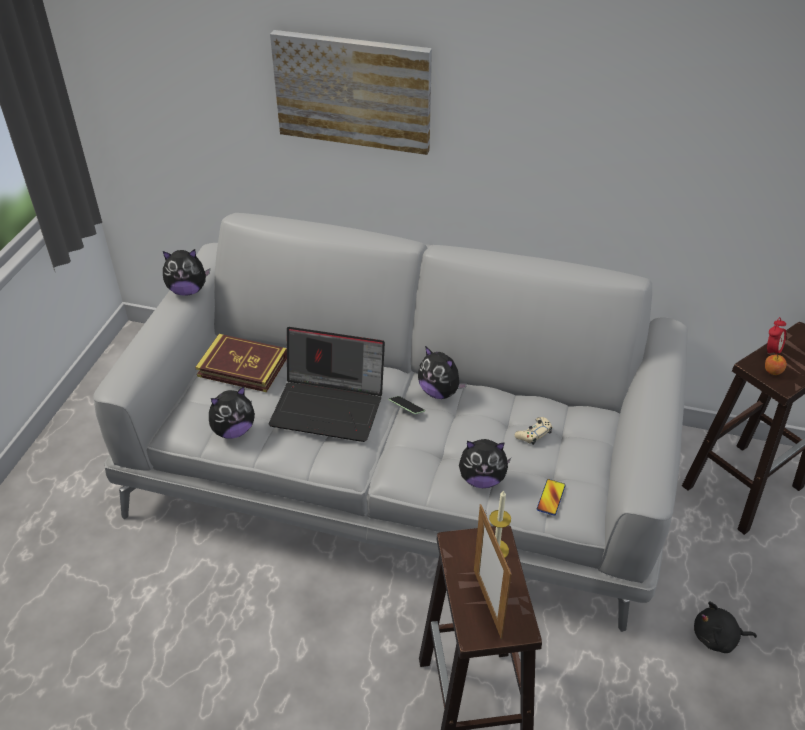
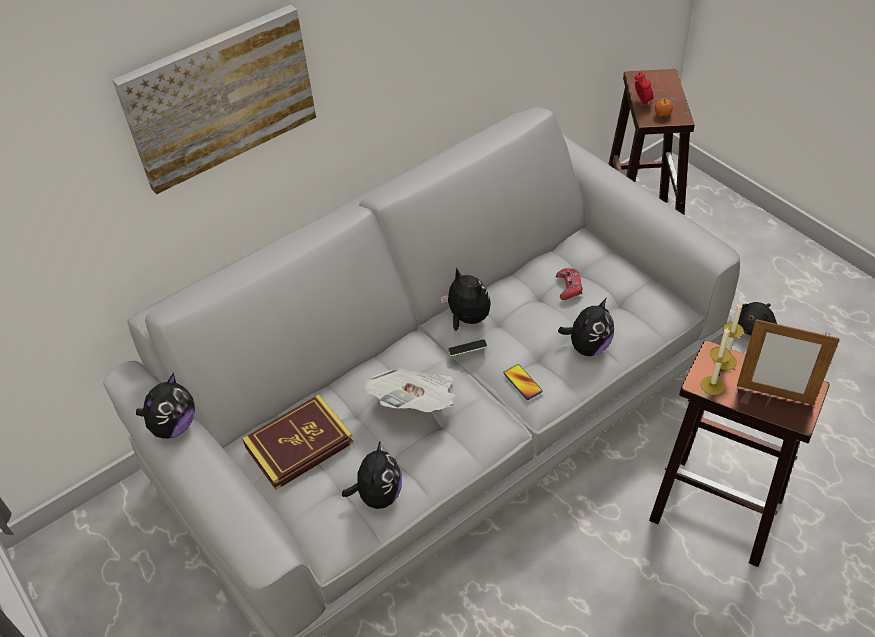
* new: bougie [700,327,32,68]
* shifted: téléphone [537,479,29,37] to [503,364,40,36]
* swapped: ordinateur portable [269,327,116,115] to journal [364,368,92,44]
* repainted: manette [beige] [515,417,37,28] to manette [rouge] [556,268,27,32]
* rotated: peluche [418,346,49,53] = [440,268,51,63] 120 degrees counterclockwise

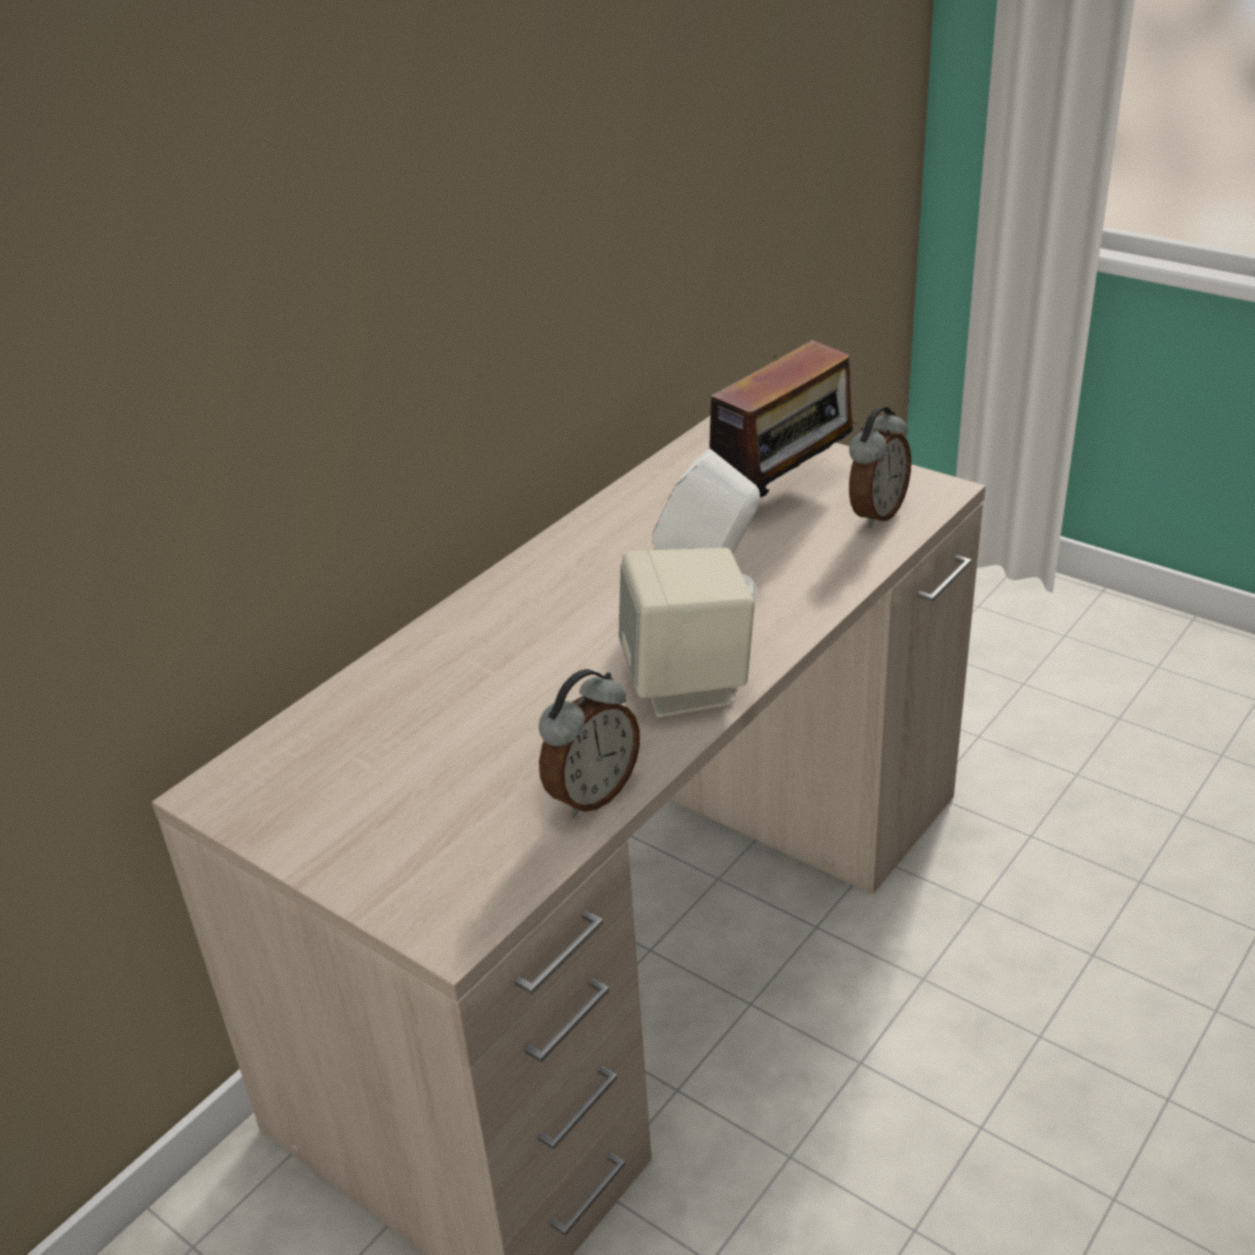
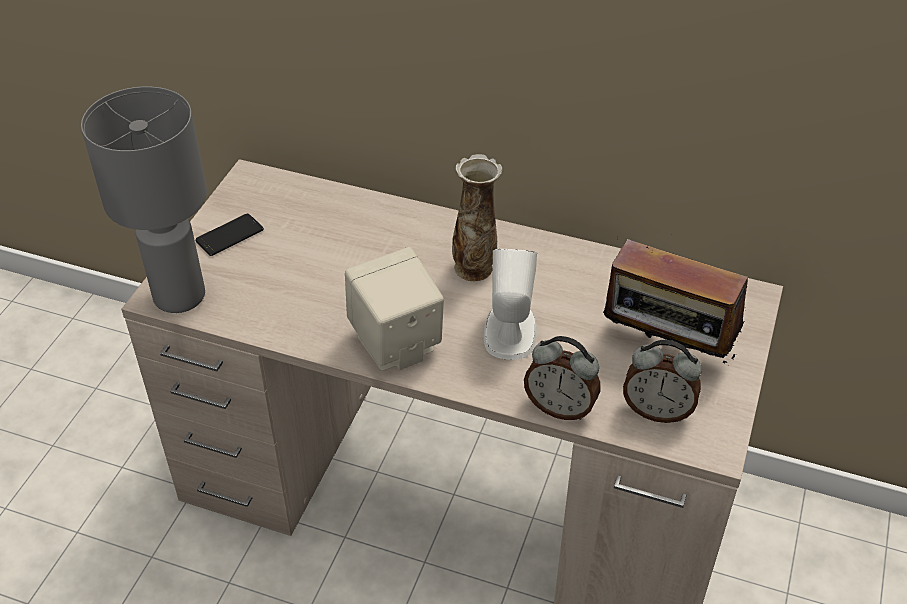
* new: lampe de table [gris] [81,87,126,226]
* new: téléphone [195,214,69,42]
* new: vase [452,154,50,127]
* shifted: réveil [539,669,101,149] to [524,336,77,84]

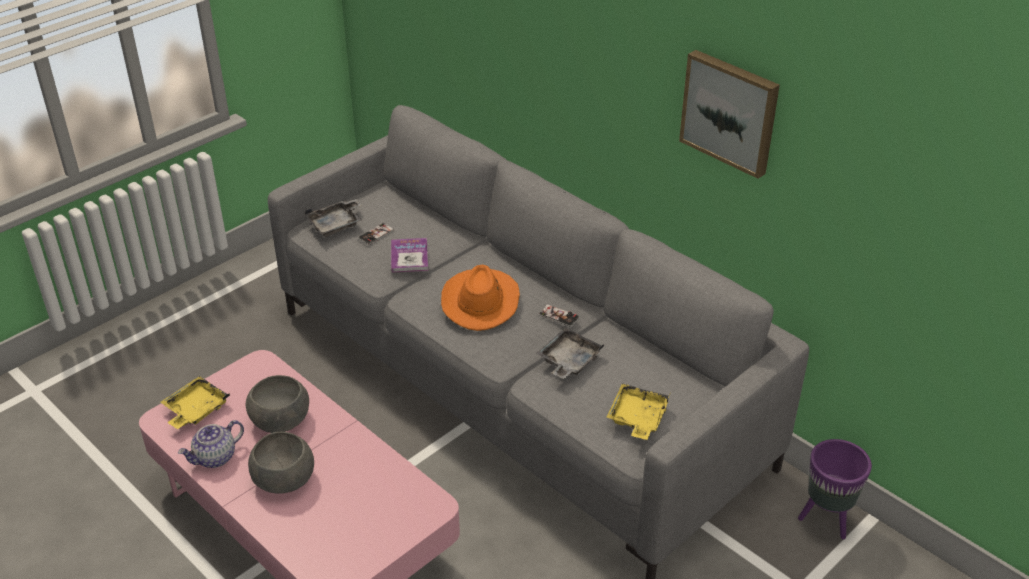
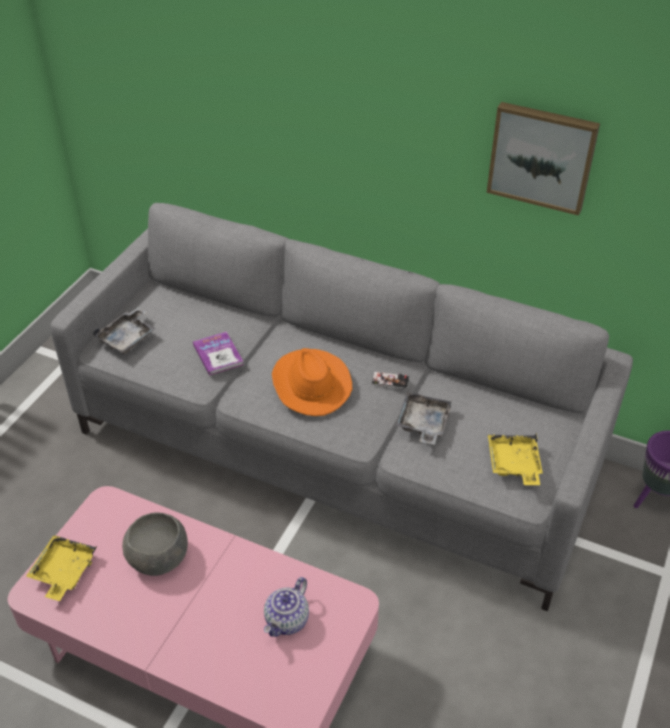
* gone: bol [gris] [248,432,66,62]
* gone: téléphone [358,223,36,22]
* shifted: théière [178,420,66,48] to [264,577,45,60]

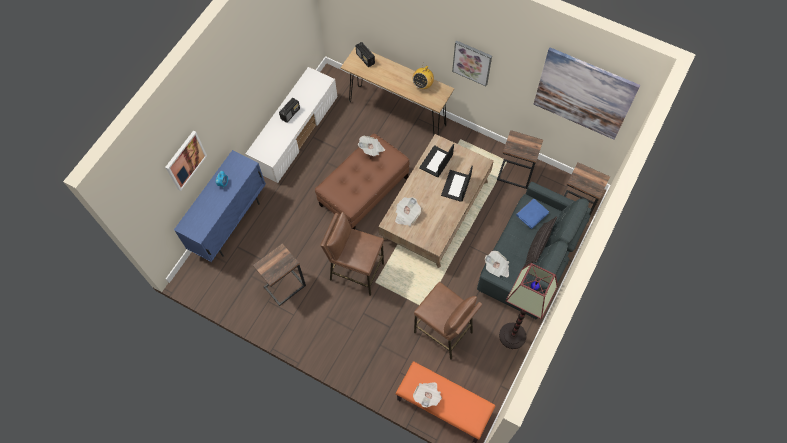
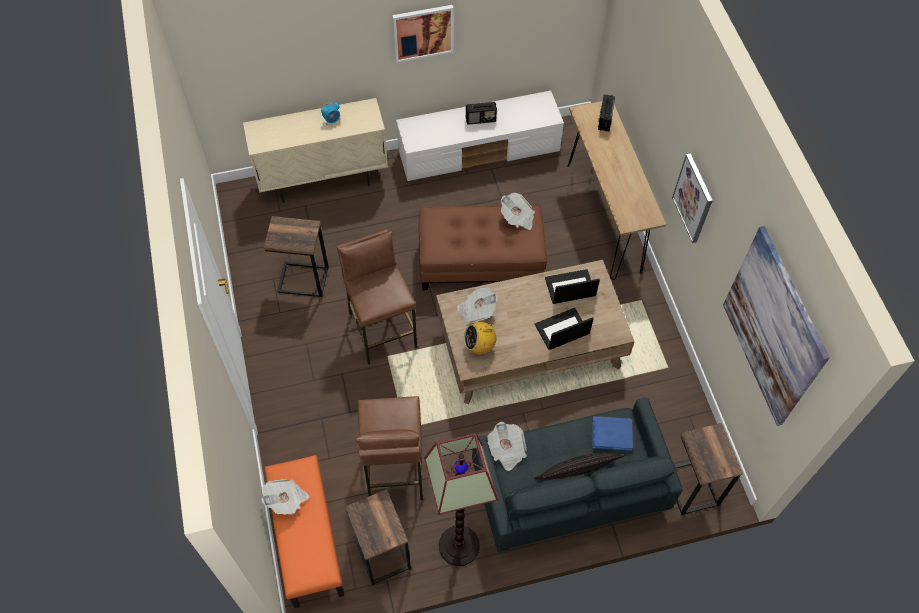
* shifted: tableau [165,131,42,60] to [392,5,62,58]
* shifted: radio [413,63,21,26] to [464,322,32,33]
* shifted: table d'appoint [497,130,46,59] to [345,489,66,96]
* repainted: meuble de rangement [bleu] [174,150,92,112] to meuble de rangement [beige] [243,98,145,105]

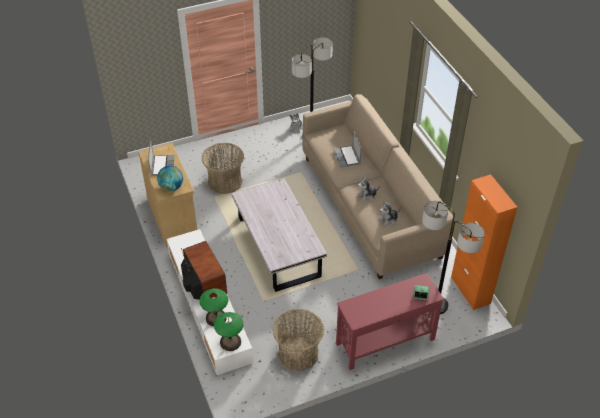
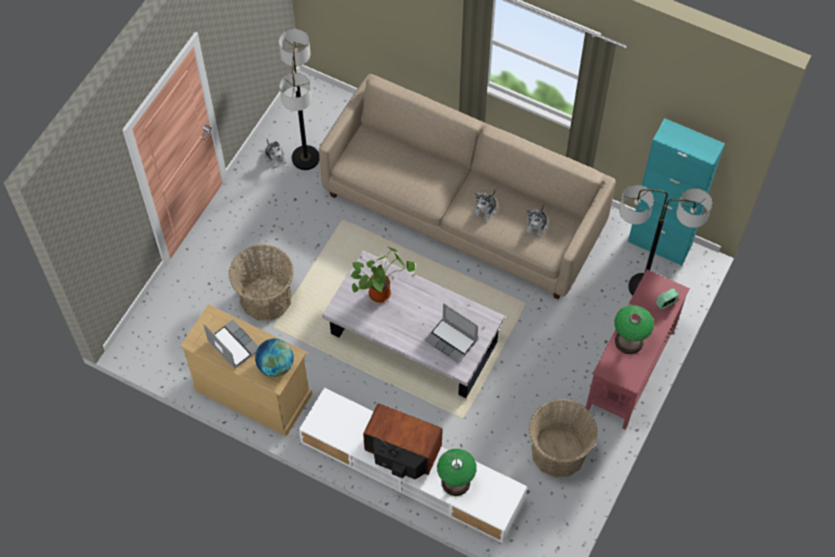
* new: plante en pot [351,247,64,56]
* shifted: lampe de table [214,312,30,39] to [614,305,40,49]
* shifted: ordinateur portable [333,130,29,37] to [424,303,54,61]
* repainted: meuble de rangement [orange] [451,174,67,136] to meuble de rangement [turquoise] [628,118,97,148]

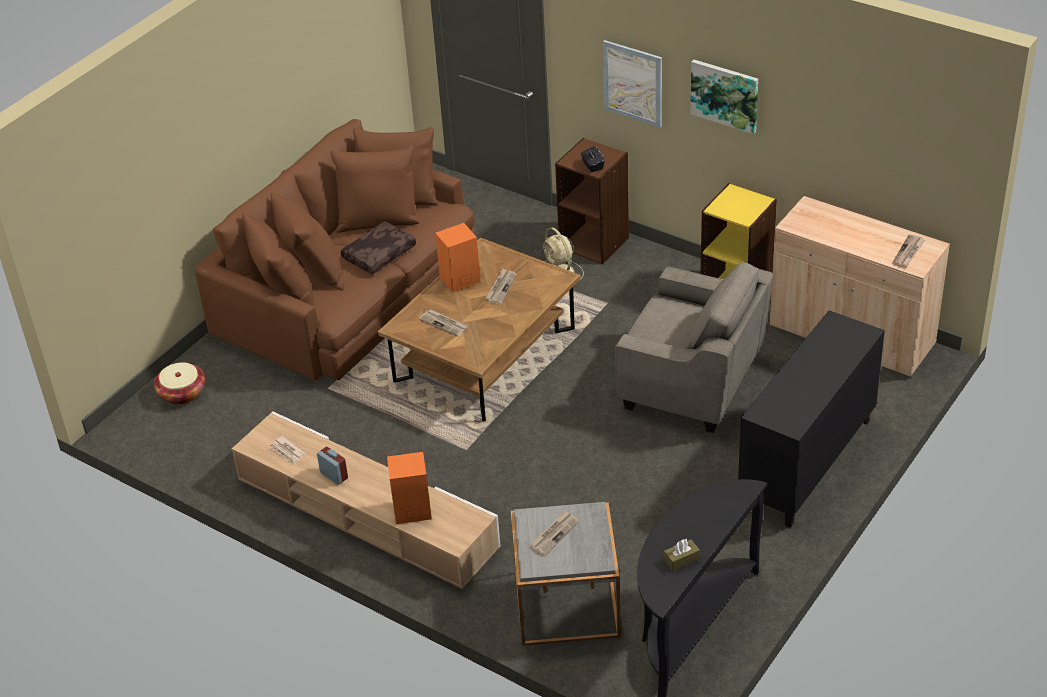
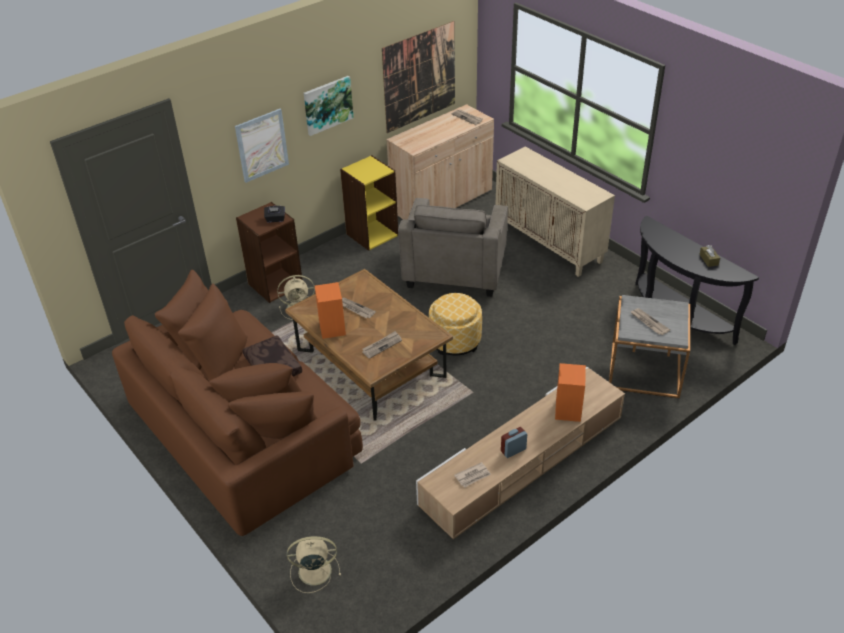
* new: tableau [382,21,73,112]
* new: pouf [429,293,53,62]
* swapped: panier [154,362,51,42] to ventilateur [beige] [287,536,54,57]
* repainted: meuble de rangement [noir] [738,310,147,218] to meuble de rangement [beige] [495,146,120,131]
* rotated: fauteuil [gris] [615,261,159,172] = [398,198,110,99] 150 degrees clockwise

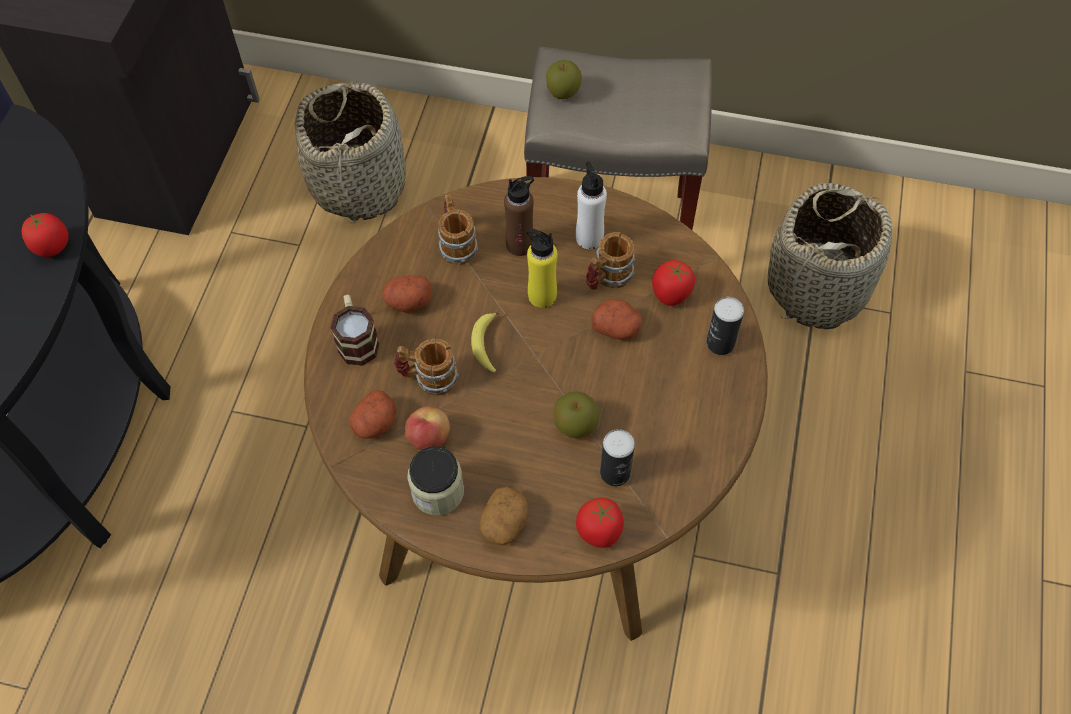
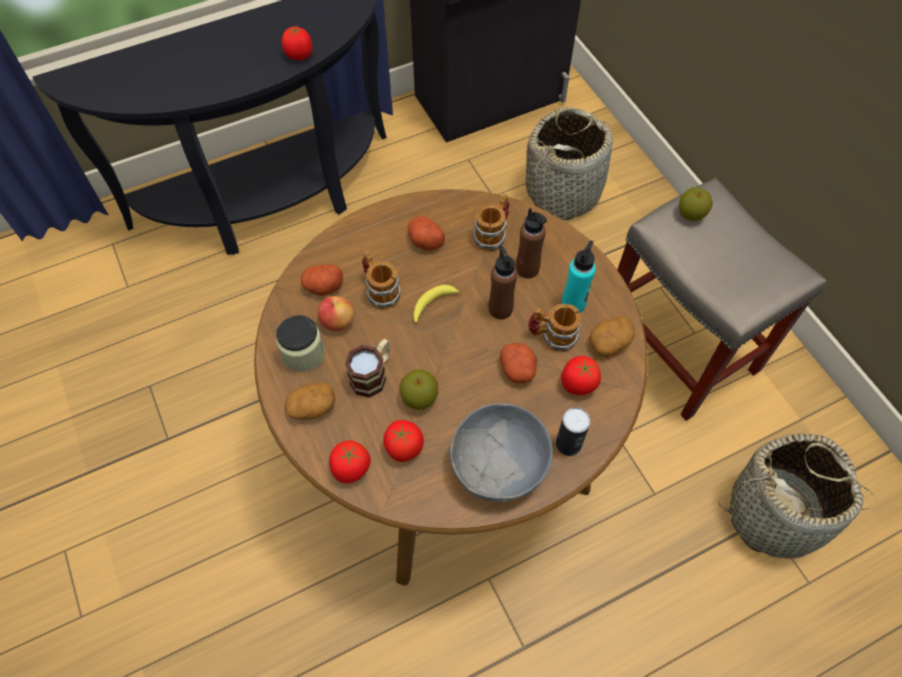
* new: bol [gris] [450,403,103,99]
* new: pomme de terre [589,317,46,40]
* shifted: mug [331,295,48,71] to [345,339,45,59]
* swapped: boîte métallique [600,429,35,57] to tomate [383,420,41,42]
* repainted: bouteille [jaune] [526,229,31,79] to bouteille [marron] [488,246,29,73]
* repainted: bouteille [blanc] [576,162,31,87] to bouteille [turquoise] [562,240,34,73]

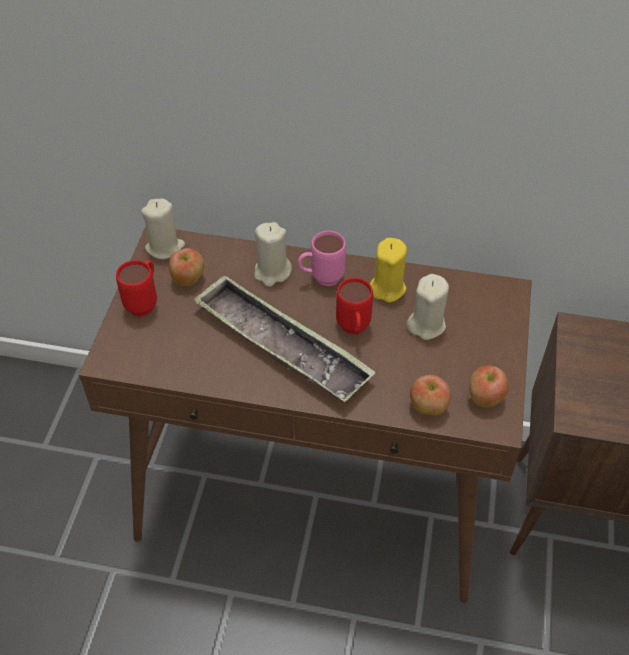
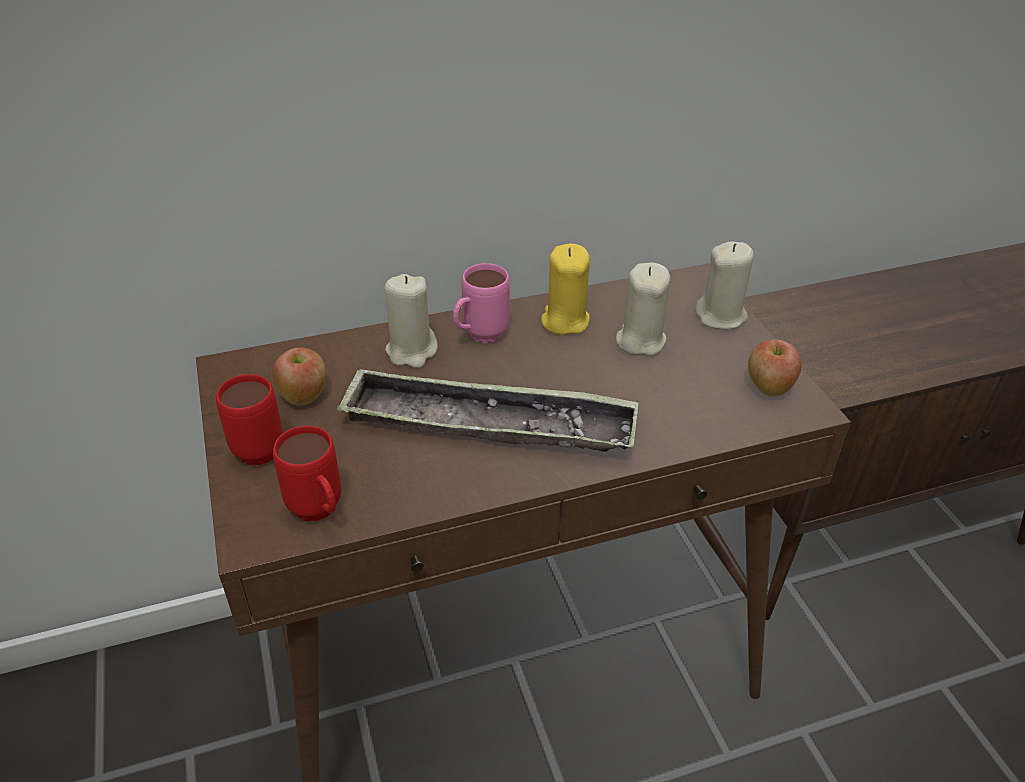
* gone: pomme [410,374,41,41]
* shifted: bougie [beige] [141,199,44,60] to [695,241,59,89]
* shifted: mug [rouge] [336,278,37,56] to [273,426,68,95]

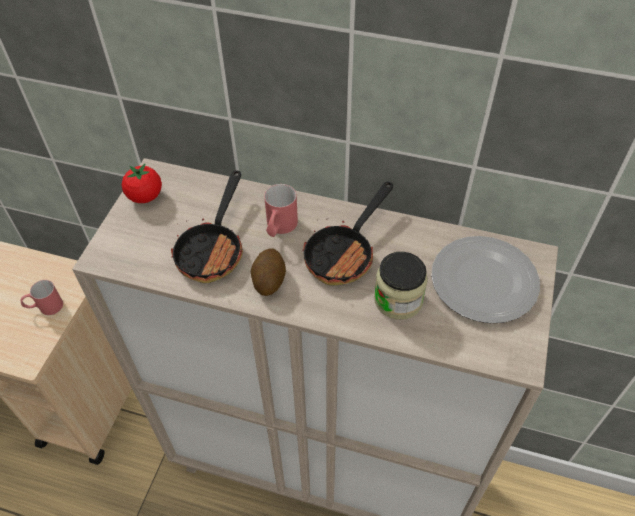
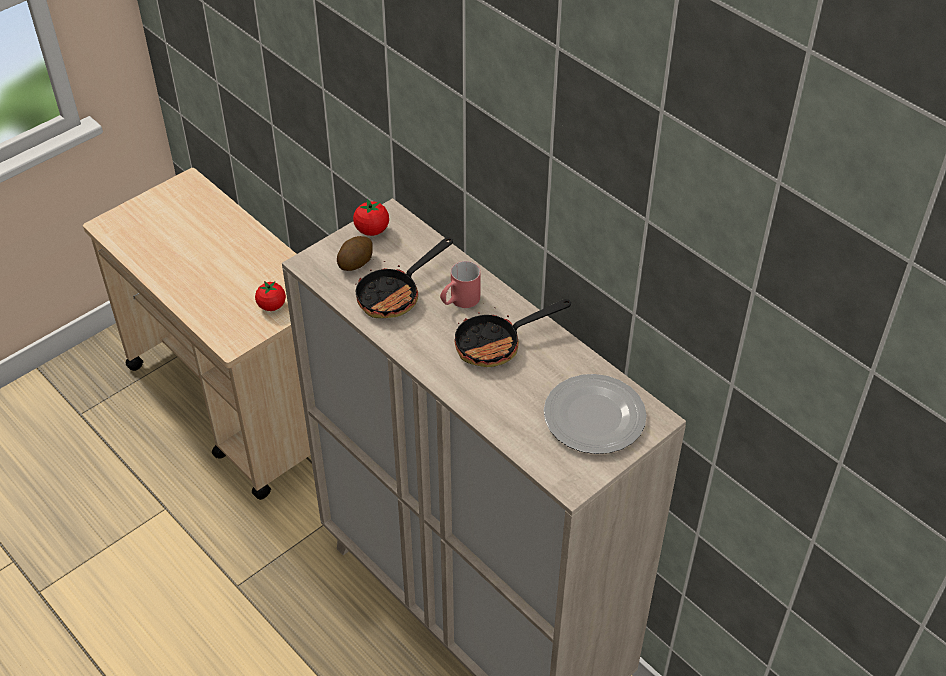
* gone: bocal [374,252,54,68]
* shifted: pomme de terre [251,249,35,47] to [337,236,36,35]
* swapped: mug [rouge] [21,280,42,35] to tomate [255,281,31,30]

